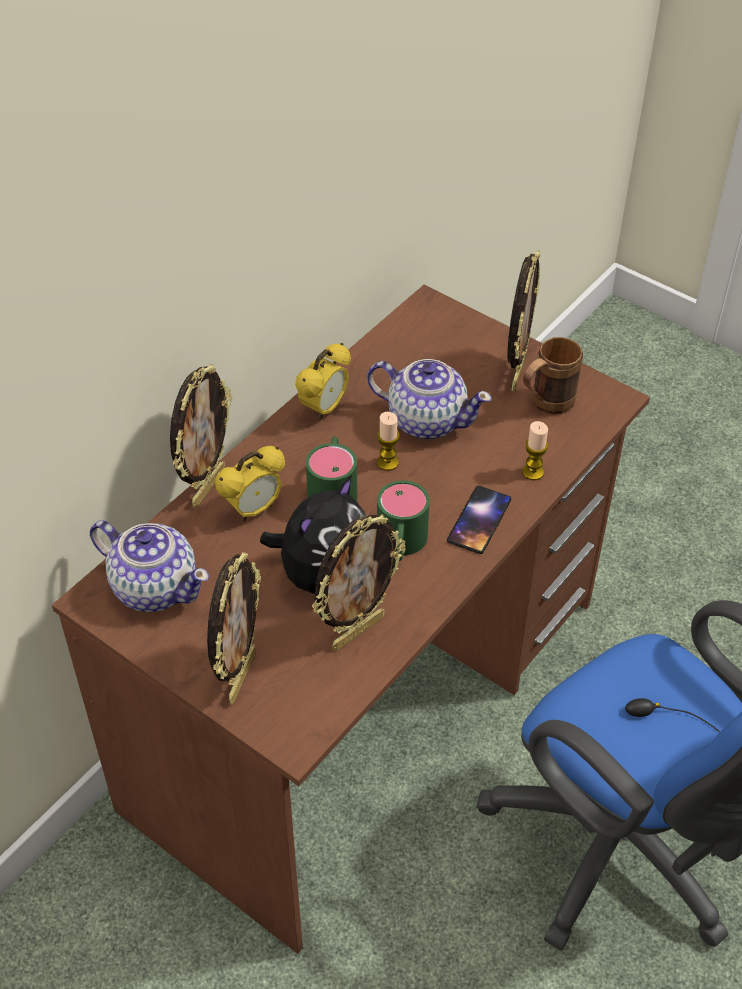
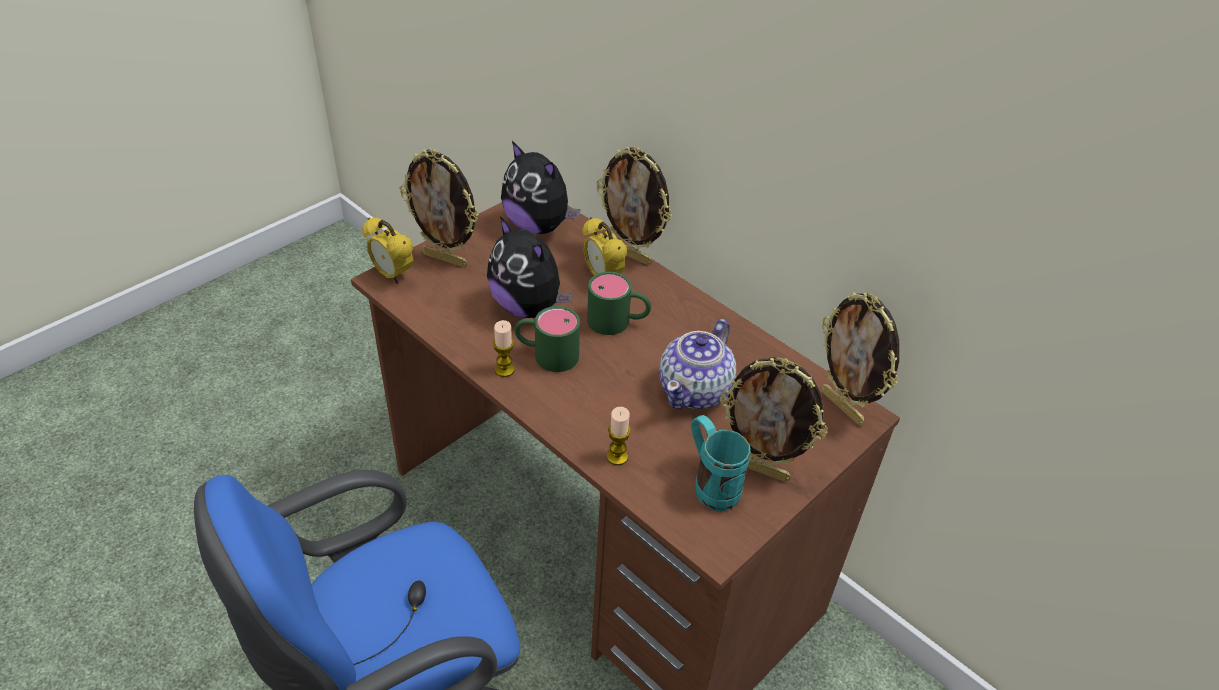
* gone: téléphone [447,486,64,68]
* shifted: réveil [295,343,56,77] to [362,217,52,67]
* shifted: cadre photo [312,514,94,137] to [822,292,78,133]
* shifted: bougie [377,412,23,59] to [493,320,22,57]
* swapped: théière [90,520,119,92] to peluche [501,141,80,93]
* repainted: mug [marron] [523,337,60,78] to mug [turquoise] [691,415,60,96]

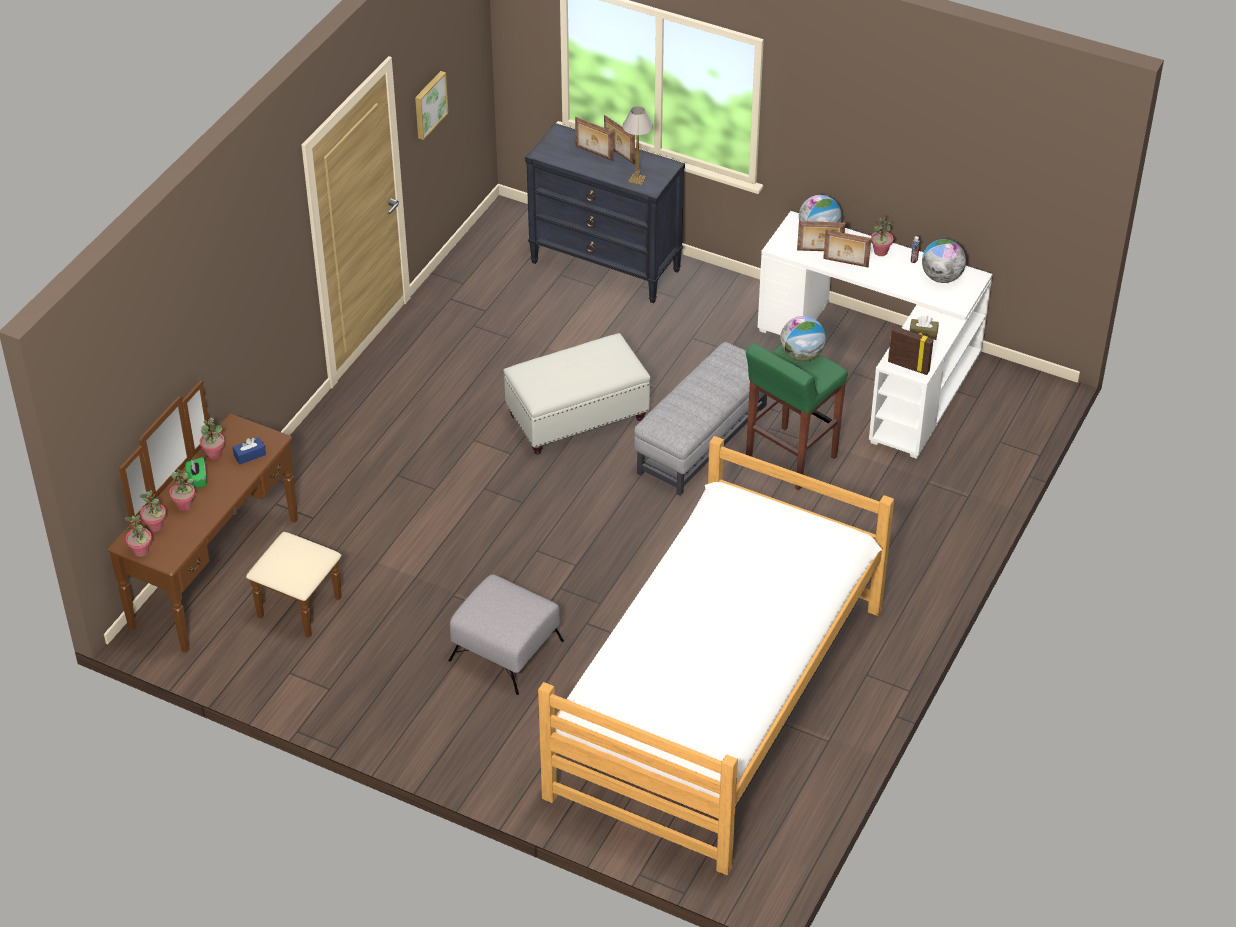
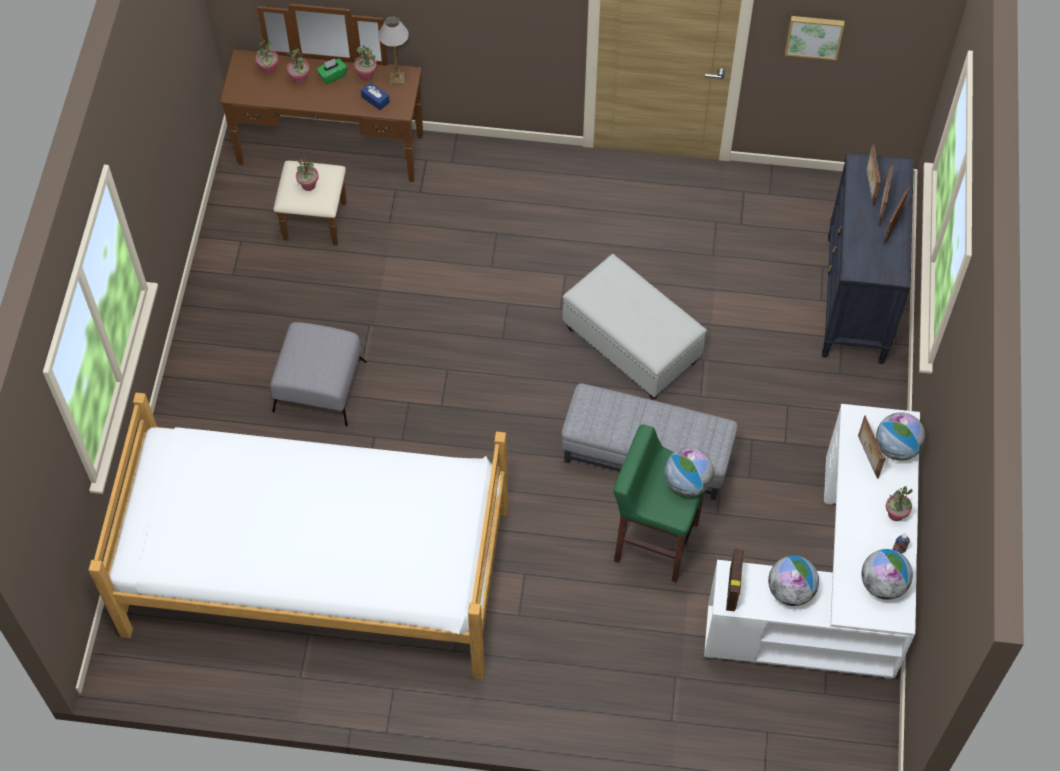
* shifted: plante en pot [125,515,27,42] to [296,155,23,36]
* shifted: lampe de table [623,106,30,79] to [378,16,31,68]
* shifted: cadre photo [823,230,48,37] to [866,143,15,63]
* swapped: boîte à mouchoirs [marron] [910,316,29,24] to globe [768,556,51,50]

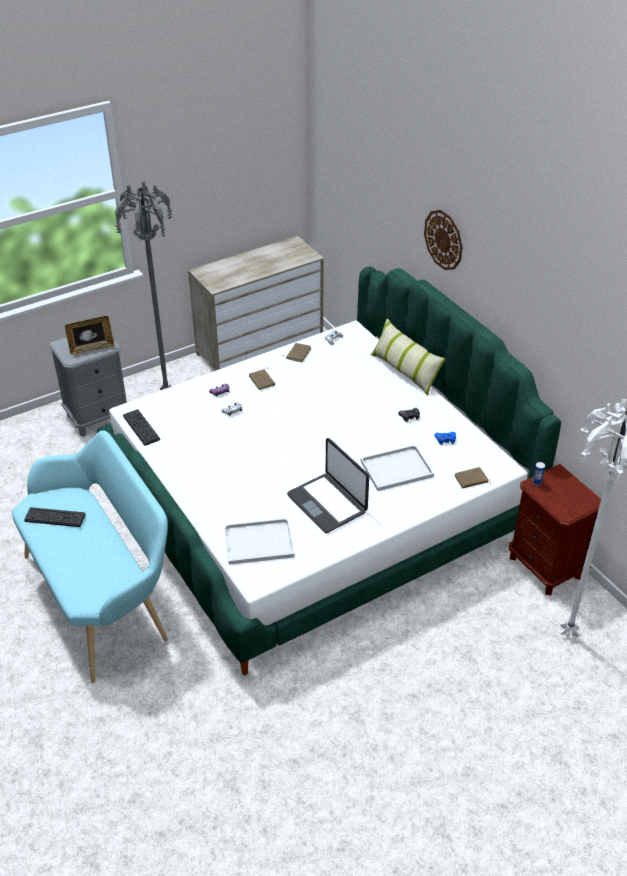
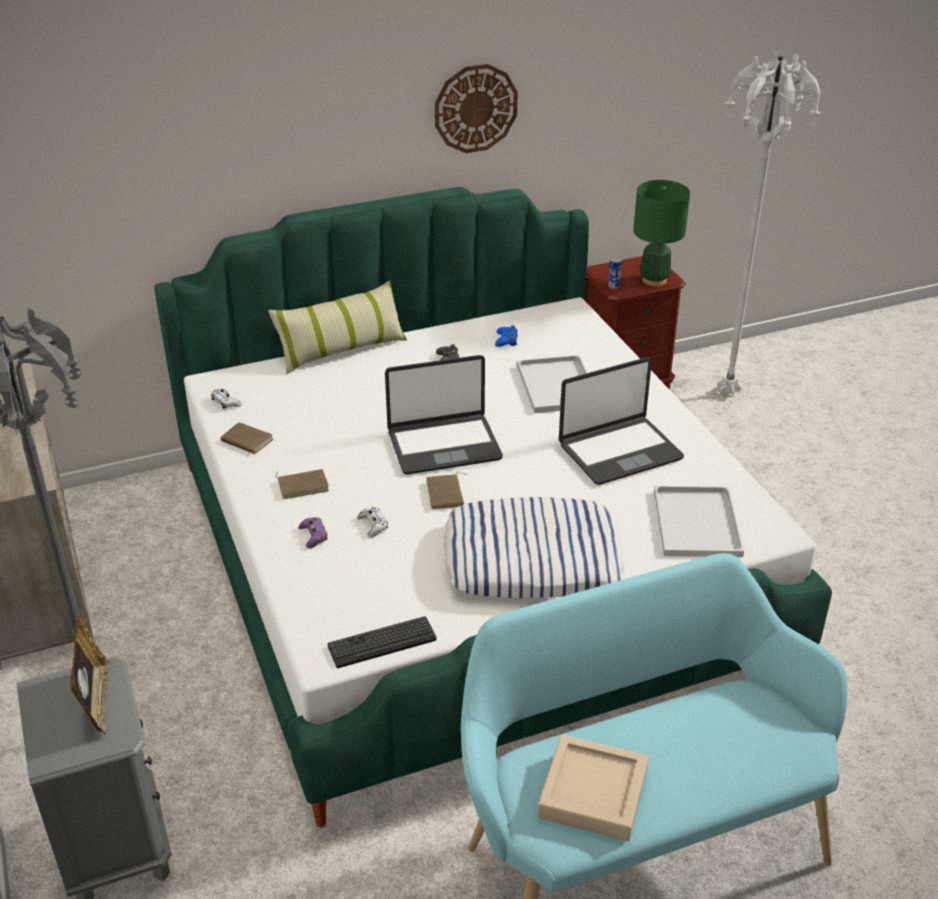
* new: ordinateur portable [385,355,118,119]
* new: coussin [444,497,180,101]
* new: lampe de table [vert] [633,180,57,106]
* shifted: horloge murale [424,210,39,60] to [435,64,83,89]
* shifted: livre [marron] [454,467,37,21] to [426,473,41,36]
* swapped: clavier [24,507,62,20] to plateau [beige] [538,735,111,106]

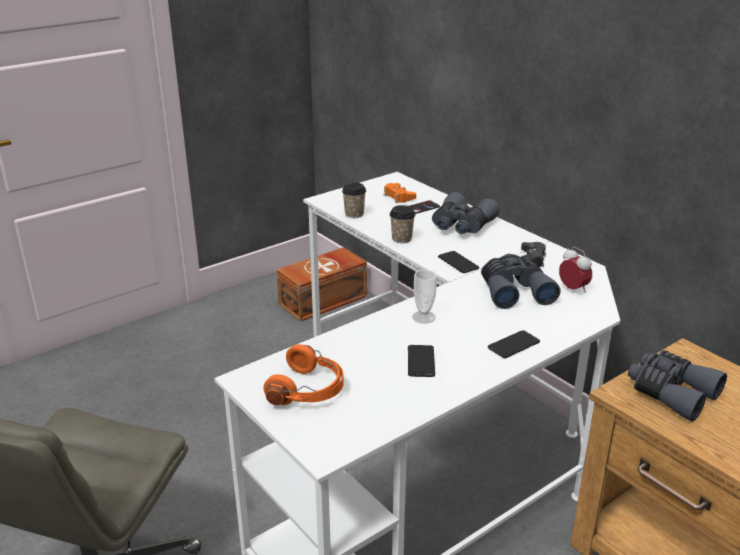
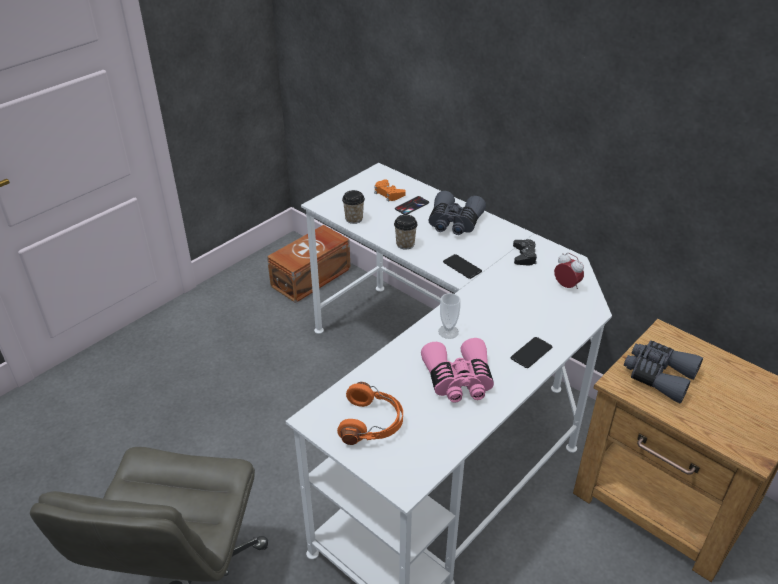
* gone: jumelles [gris] [481,254,79,55]
* swapped: téléphone [408,345,27,32] to jumelles [rose] [421,338,73,65]

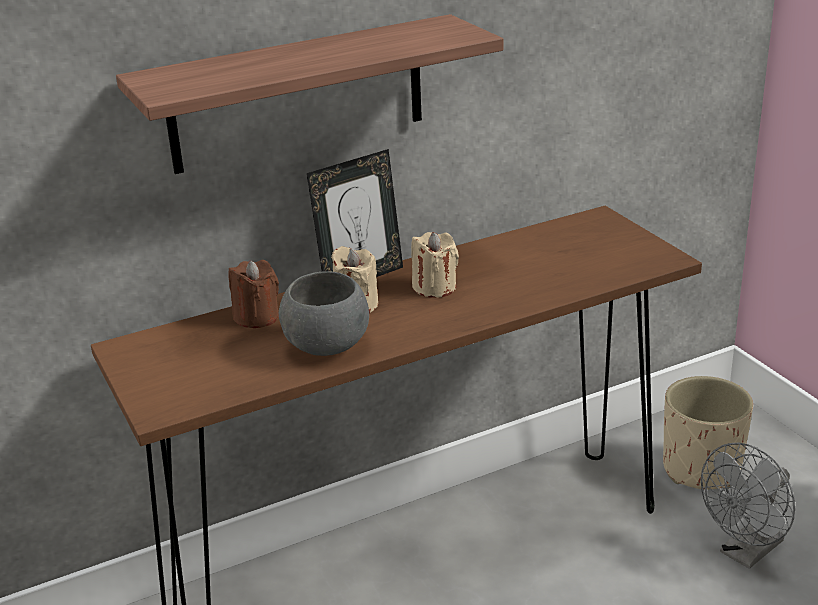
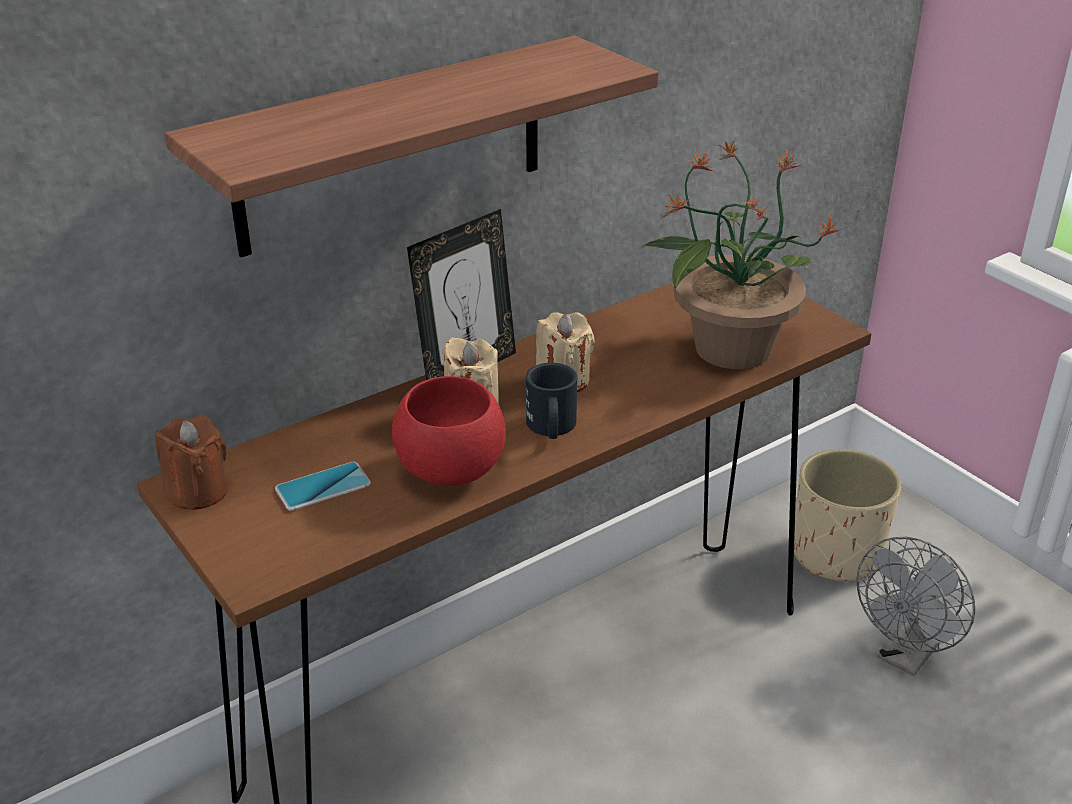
* new: téléphone [275,462,96,49]
* new: mug [noir] [526,363,51,76]
* new: plante en pot [642,140,199,229]
* shifted: bougie [marron] [229,260,50,68] to [155,415,73,95]
* repainted: bol [gris] [279,271,90,85] to bol [rouge] [392,376,114,110]

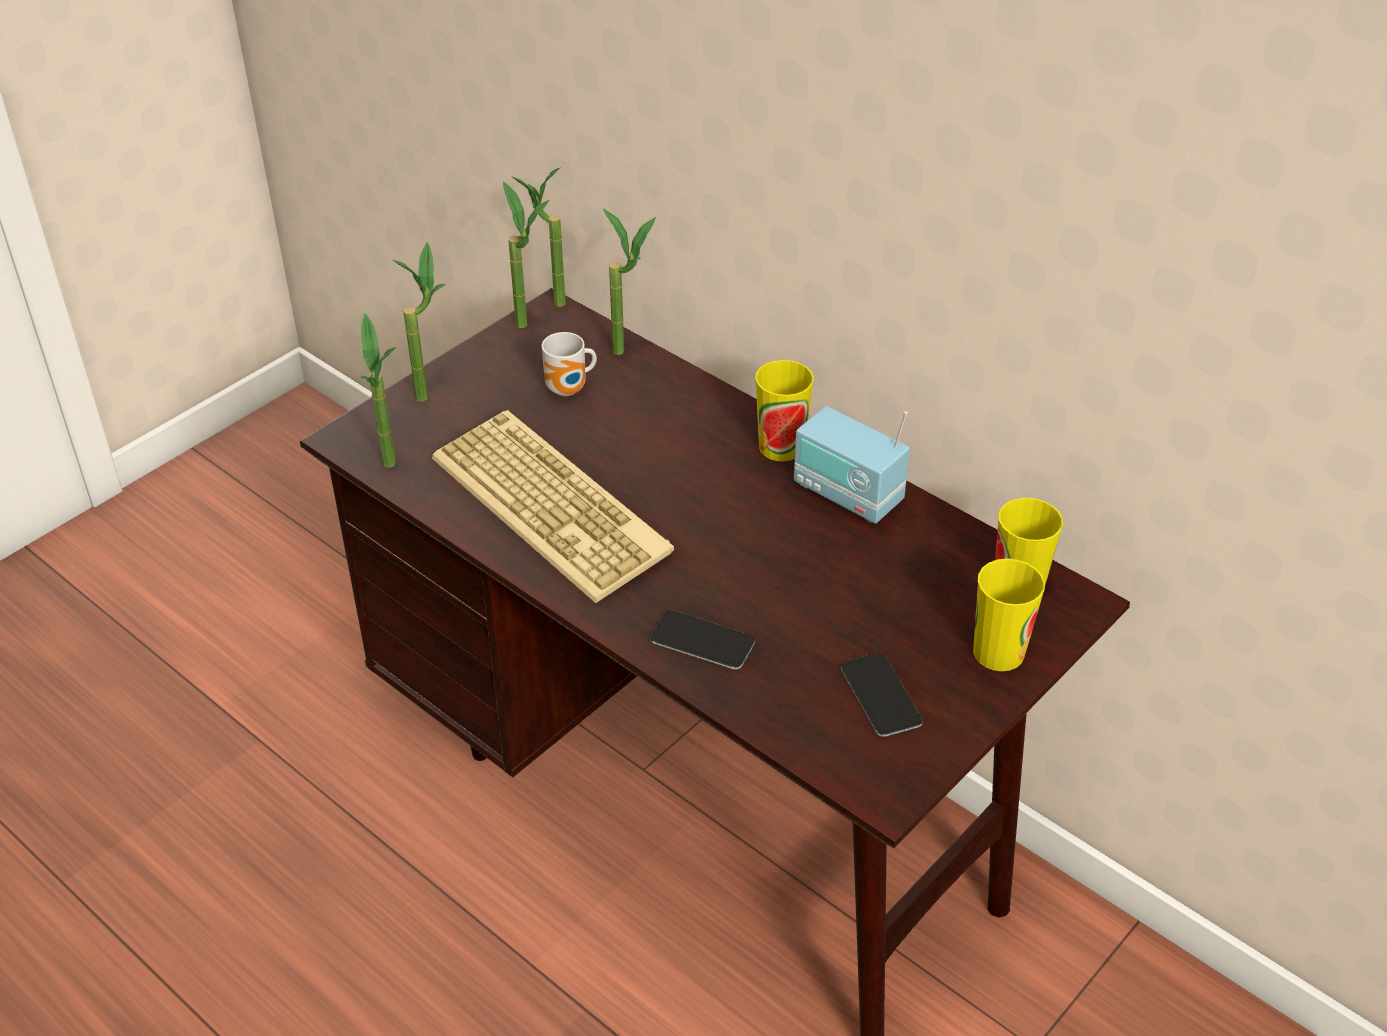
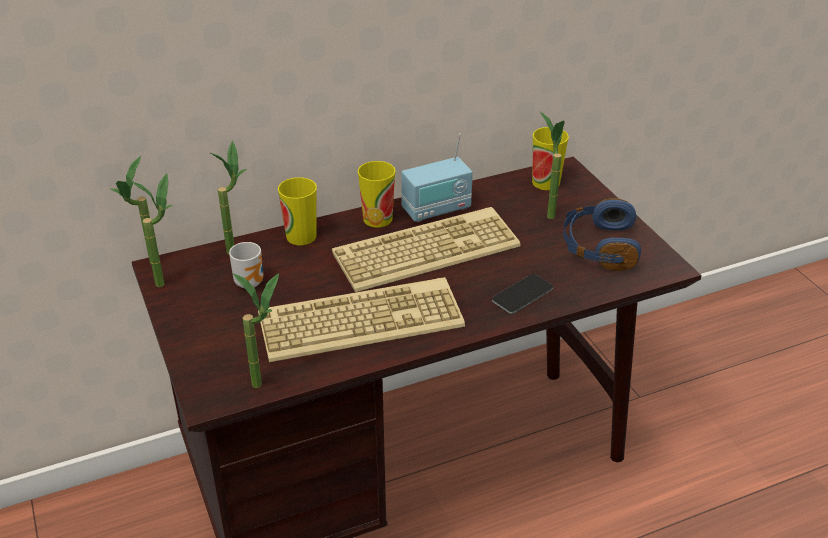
* new: clavier [332,207,189,85]
* shifted: plante en pot [391,242,55,160] to [540,112,25,107]
* shifted: tasse [973,558,72,113] to [278,177,39,68]
* swapped: téléphone [841,653,82,84] to casque audio [bleu] [563,198,78,73]

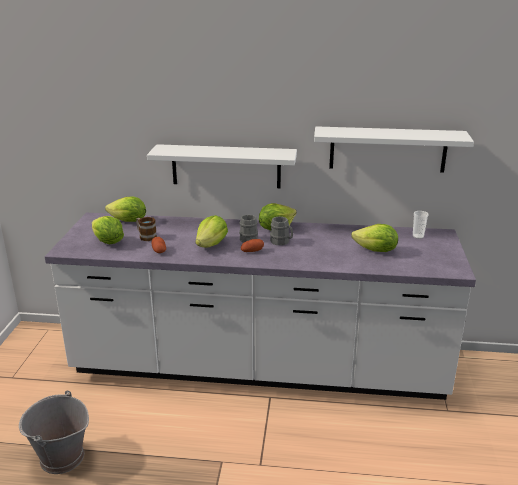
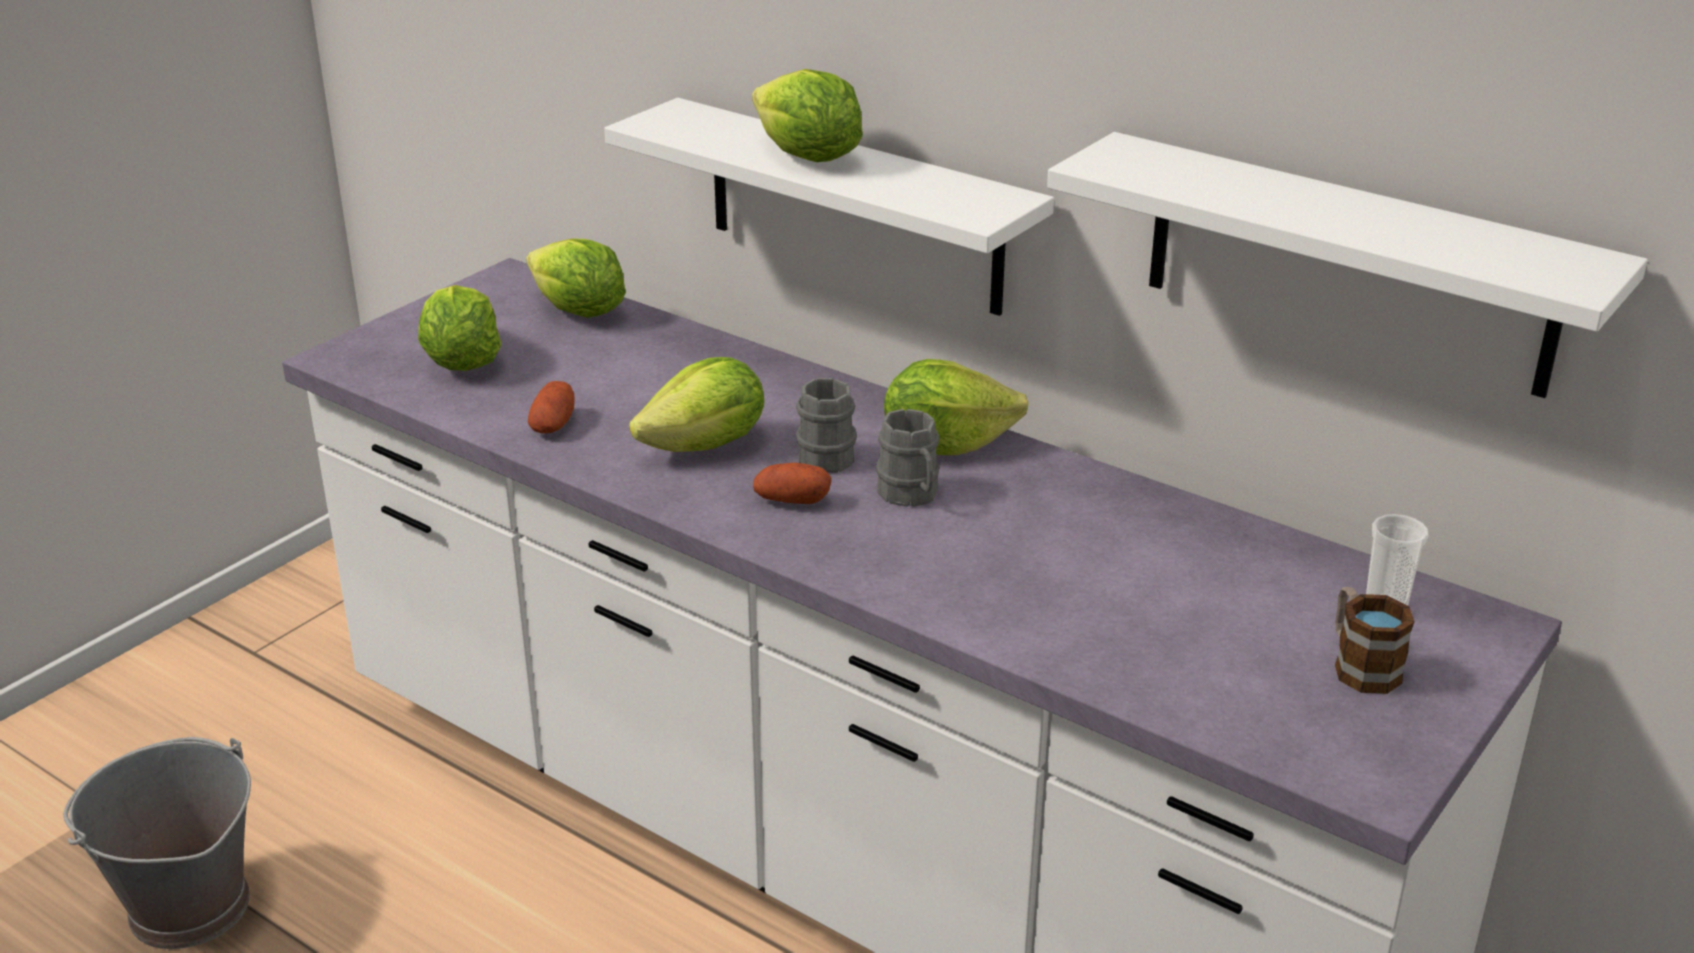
* shifted: mug [136,217,21,24] to [1335,587,80,107]
* shifted: laitue [351,224,47,28] to [752,69,111,93]

